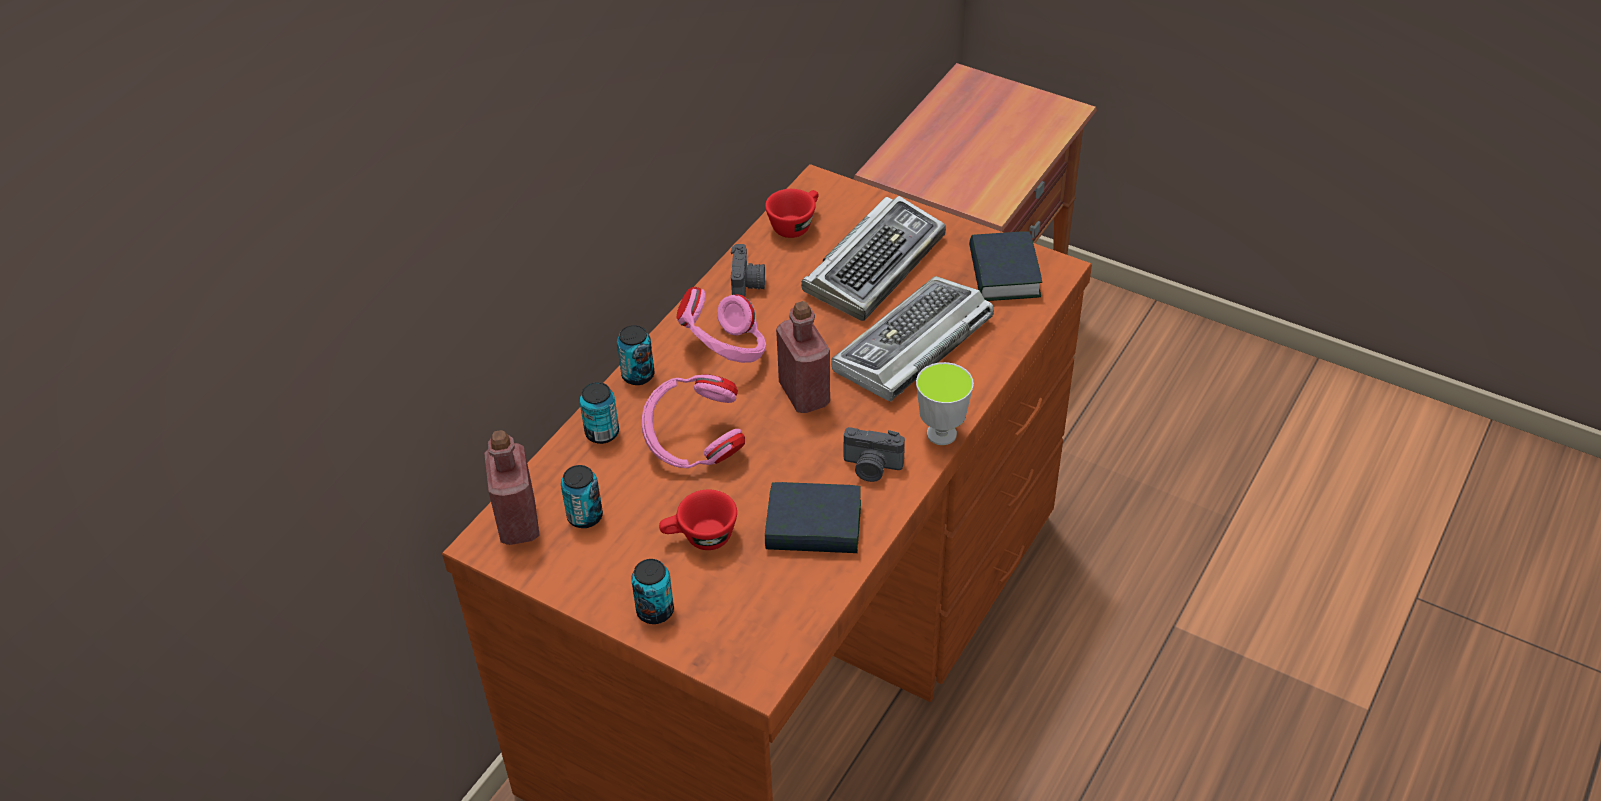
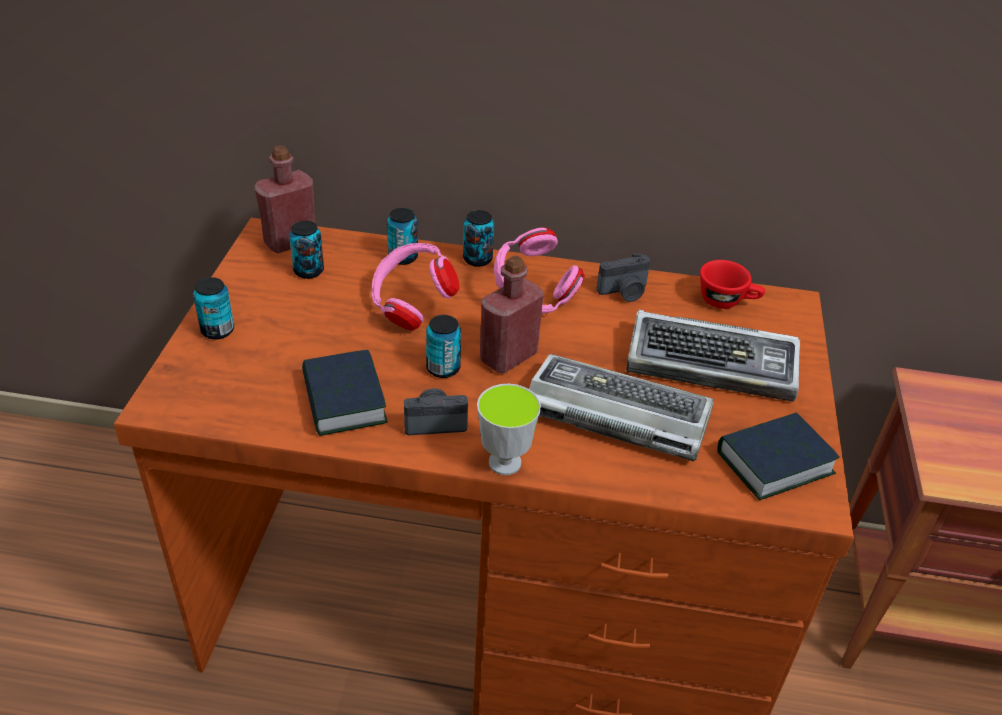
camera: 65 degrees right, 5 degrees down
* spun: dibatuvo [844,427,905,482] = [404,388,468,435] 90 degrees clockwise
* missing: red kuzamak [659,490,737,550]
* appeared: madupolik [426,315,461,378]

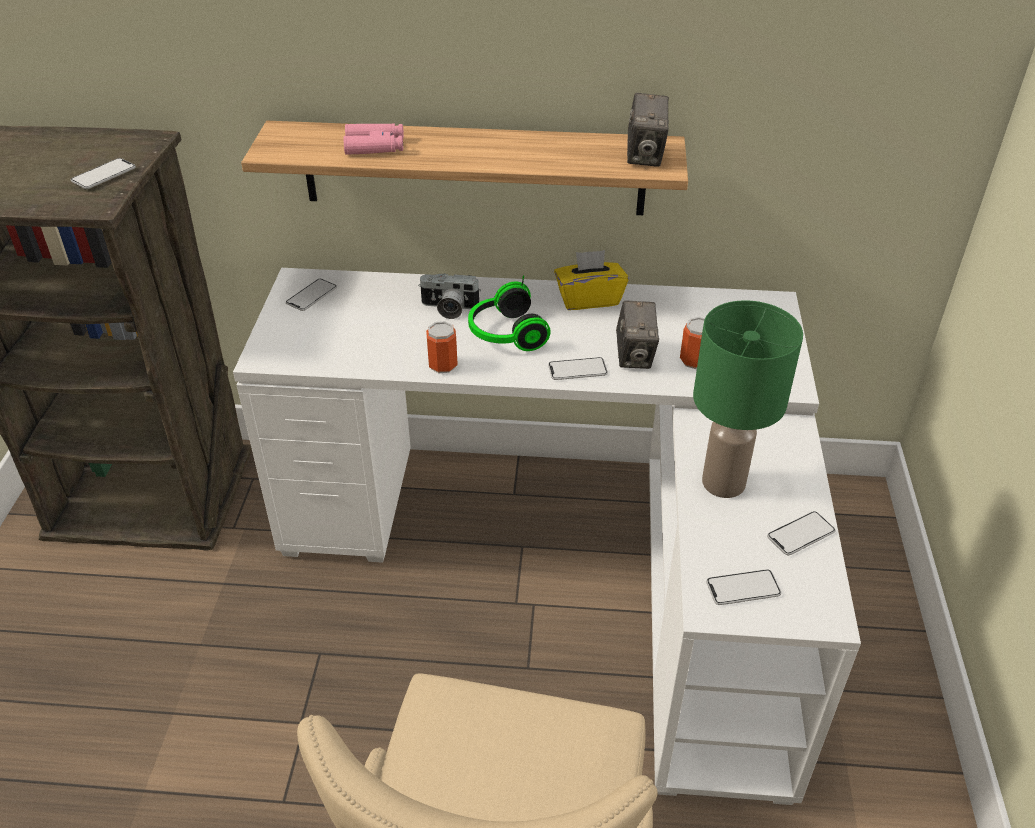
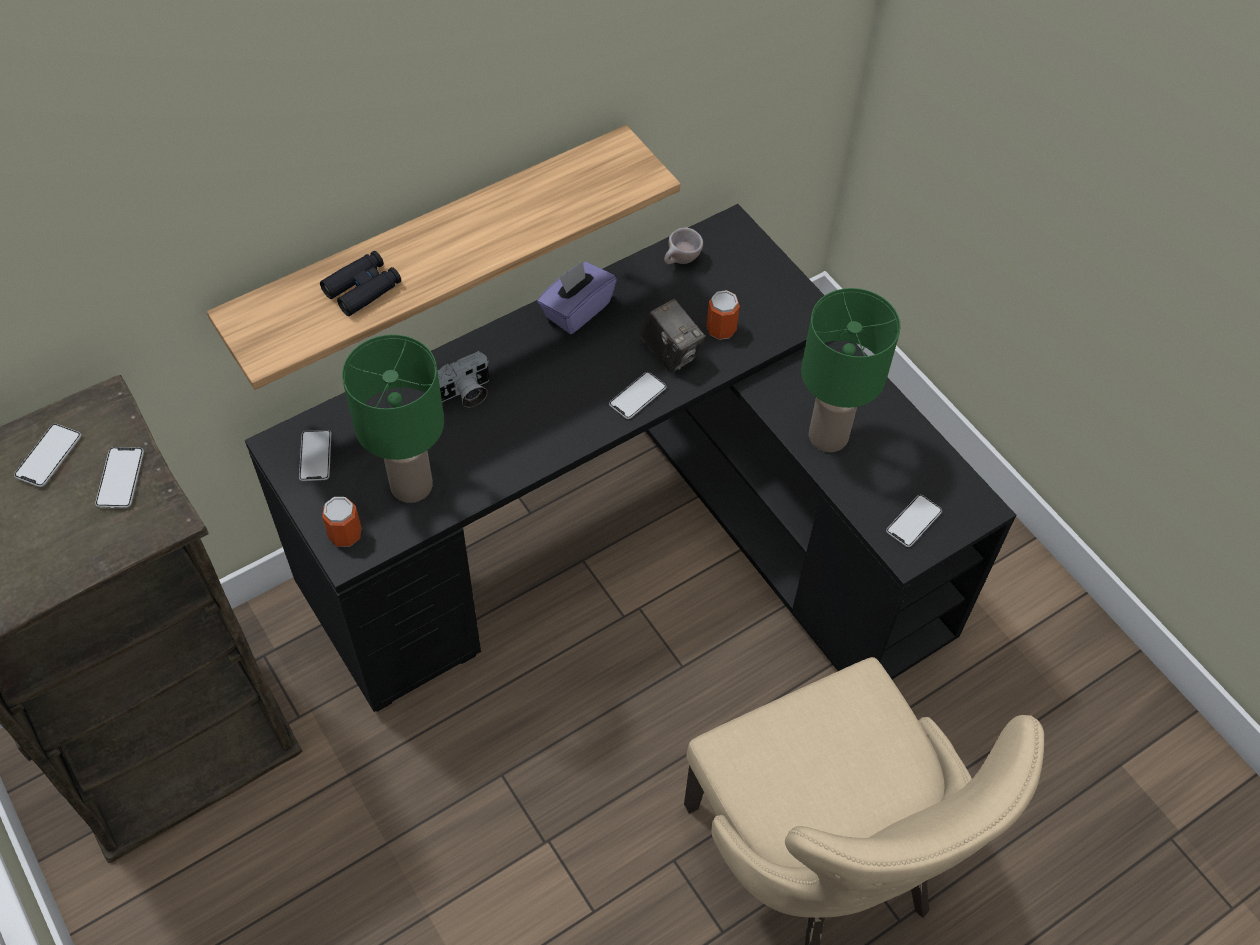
camera: 40 degrees left, 15 degrees up
* missing: dibatuvo [627,93,669,167]
* colour: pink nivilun [344,123,404,155] to black nivilun [320,251,401,316]
* colour: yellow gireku [554,250,629,310] to purple gireku [537,261,617,334]
* colour: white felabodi [233,268,861,805] to black felabodi [245,204,1016,712]
* missing: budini [468,275,551,351]
* relocated: madupolik [426,321,458,373] to [322,497,361,547]
* relocated: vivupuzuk [767,511,836,555] to [14,424,81,487]
* appeared: beige kuzamak [664,227,703,264]
* appeared: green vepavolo [342,335,444,503]

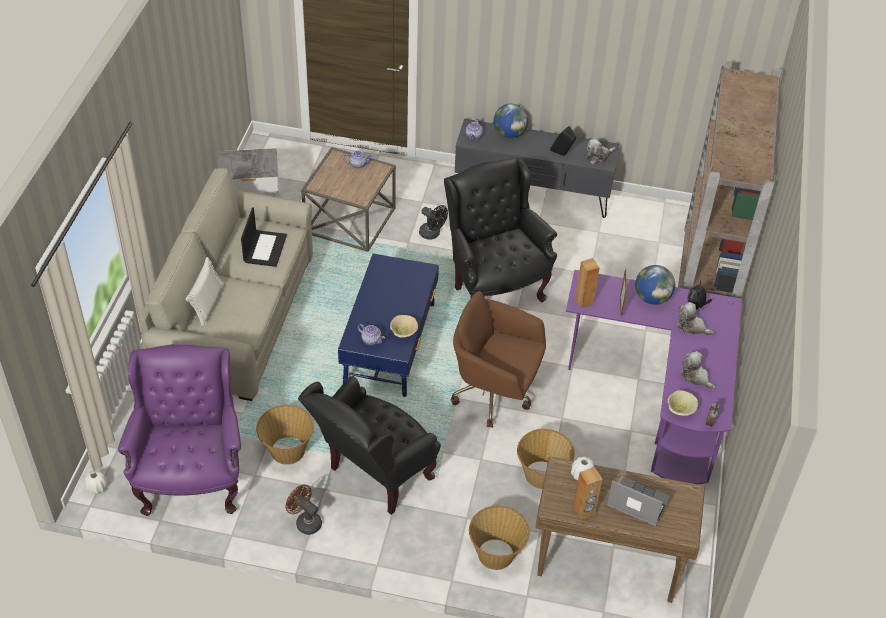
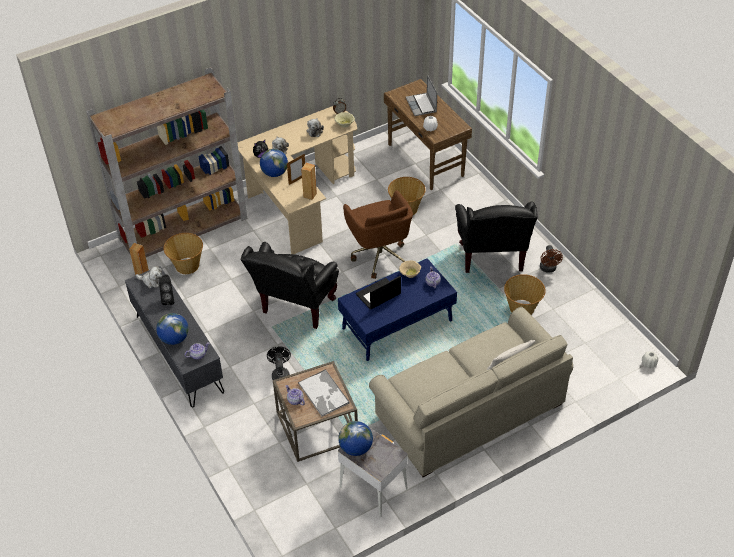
camera: 130 degrees left, 0 degrees up
* relocated: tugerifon [241,207,287,267] to [356,276,401,310]
* colour: purple felabodi [566,270,742,484] to beige felabodi [237,106,357,254]
* missing: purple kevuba [118,344,241,516]
* spun: black kevuba [298,376,441,515] = [455,202,538,273] 90 degrees clockwise
* relocated: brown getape [573,467,602,520] to [129,243,149,275]
* relocated: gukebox [469,506,529,570] to [164,233,203,274]
* appeared: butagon [298,369,350,417]
* appeared: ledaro [338,421,373,456]

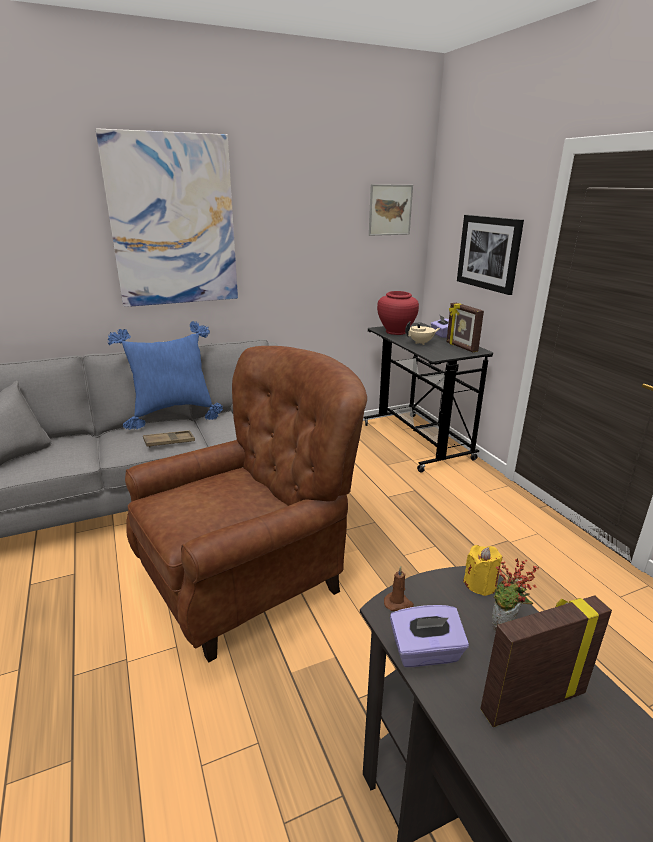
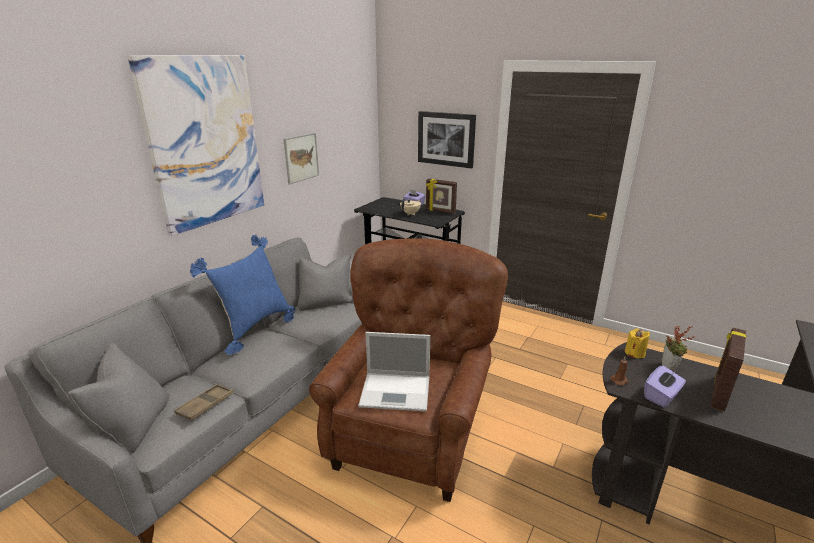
camera: 35 degrees left, 0 degrees up
* relocated: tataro [369,184,413,236] to [283,133,319,184]
* missing: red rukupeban [377,291,419,335]
* relocated: brown butagon [143,430,195,448] to [174,384,234,421]
* appeared: tugerifon [358,332,430,412]

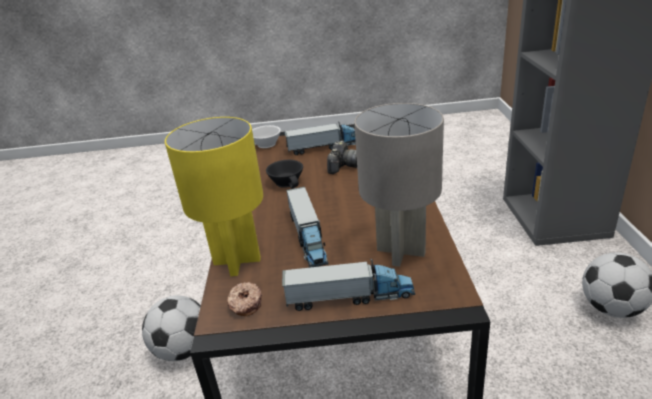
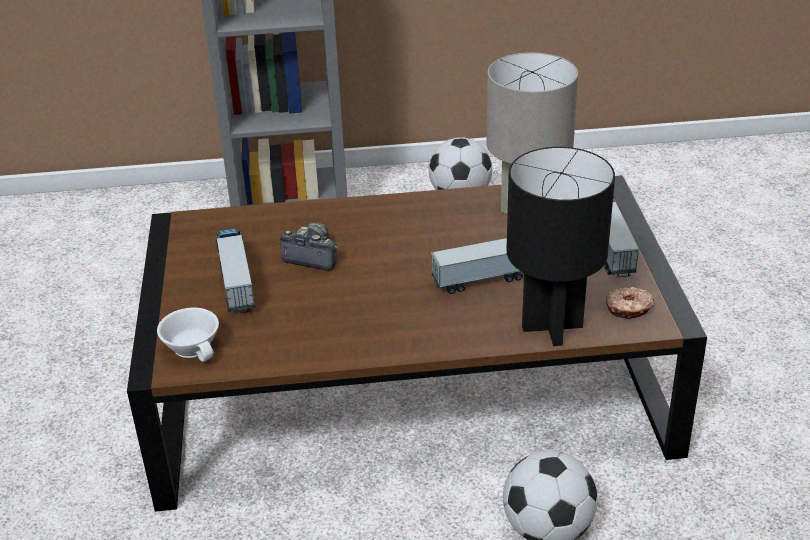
camera: 95 degrees left, 5 degrees up
* colour: yellow vepavolo [165,117,263,276] to black vepavolo [506,147,615,346]
* missing: black kuzamak [266,160,303,188]

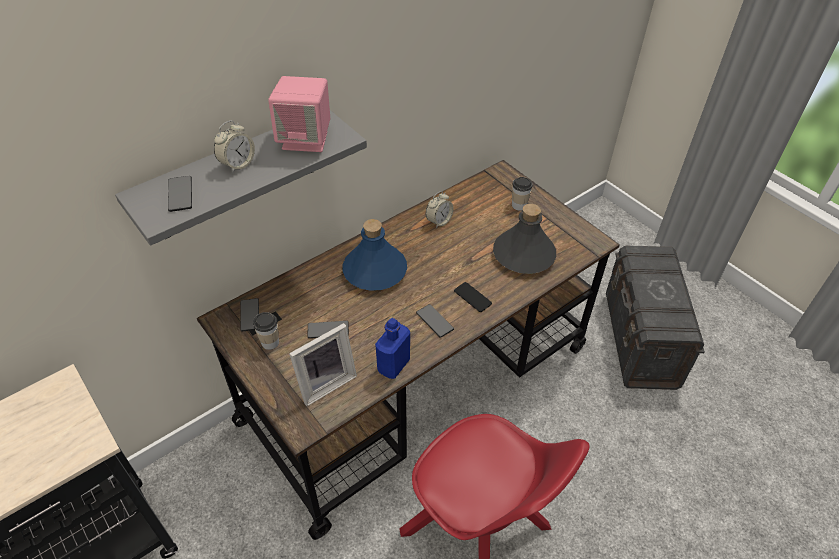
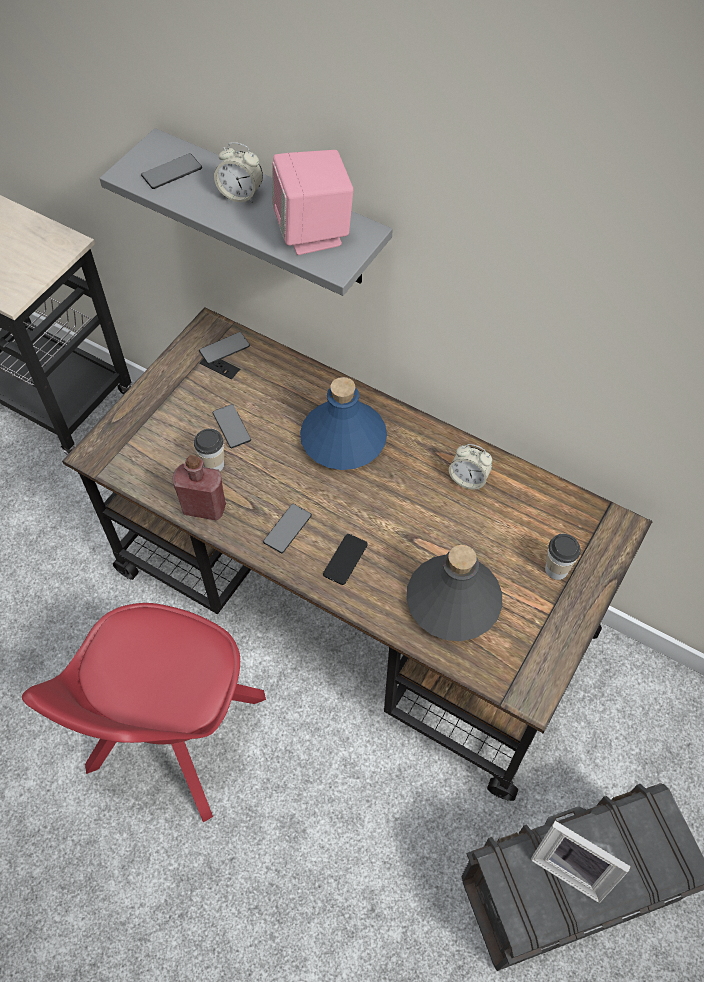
camera: 70 degrees right, 10 degrees up
* relocated: kuzamak [253,312,279,350] to [194,429,224,472]
* colour: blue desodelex [375,318,410,379] to red desodelex [172,455,226,521]
* relocated: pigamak [289,323,357,406] to [531,821,631,903]

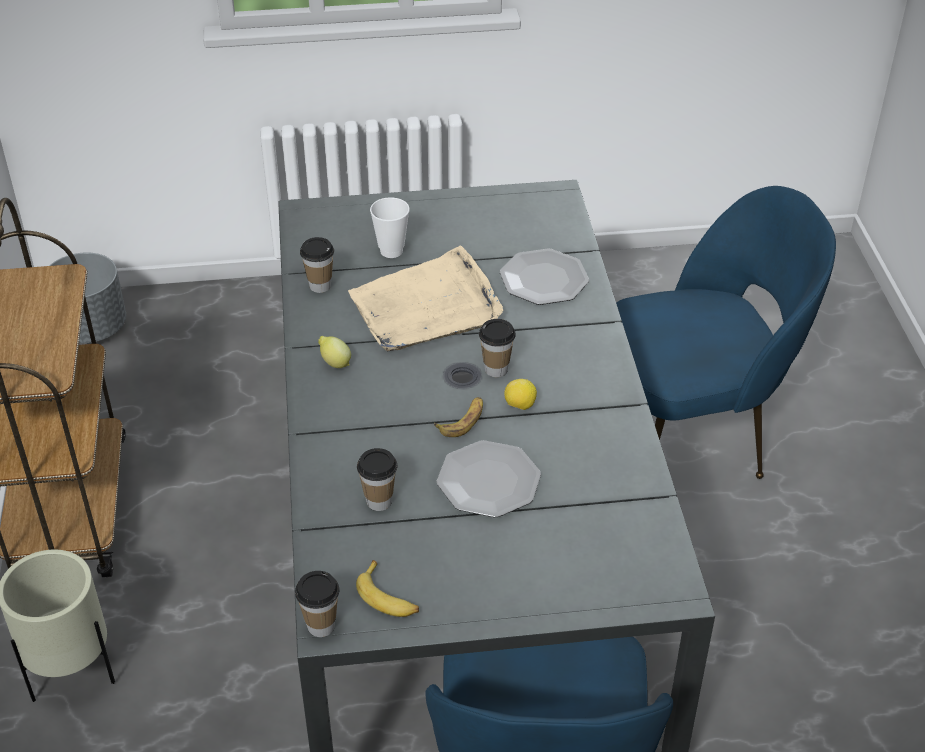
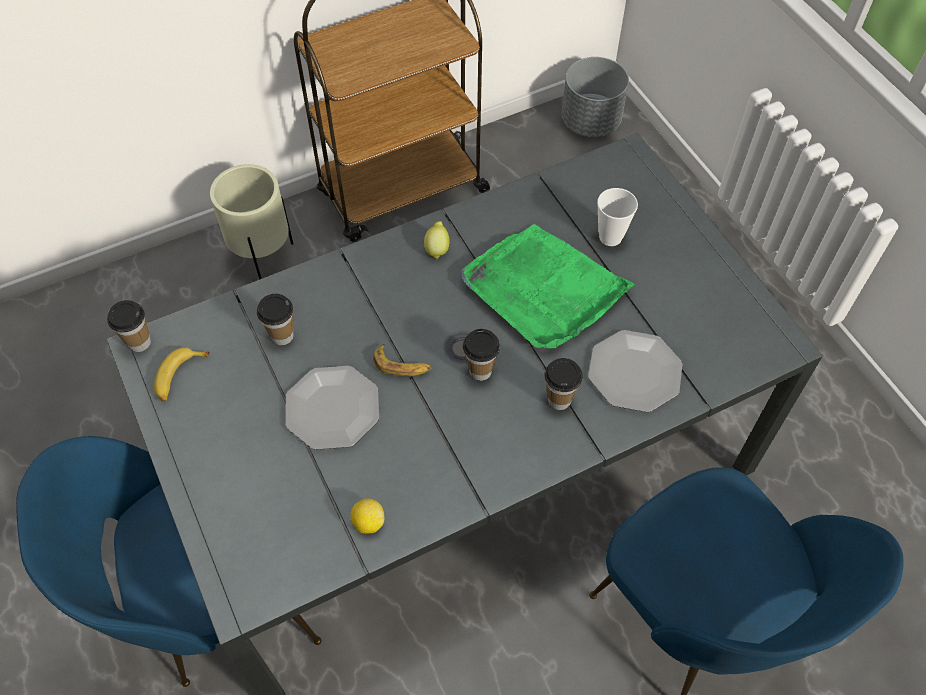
camera: 70 degrees right, 15 degrees up
* relocated: kuzamak [300,237,334,293] to [544,358,583,410]
* colour: beige butagon [348,246,504,352] to green butagon [462,224,635,349]
* relocated: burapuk [504,379,537,410] to [350,498,384,533]

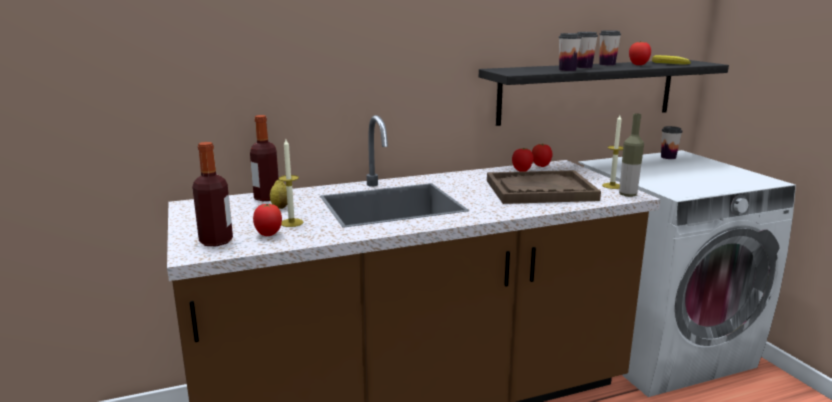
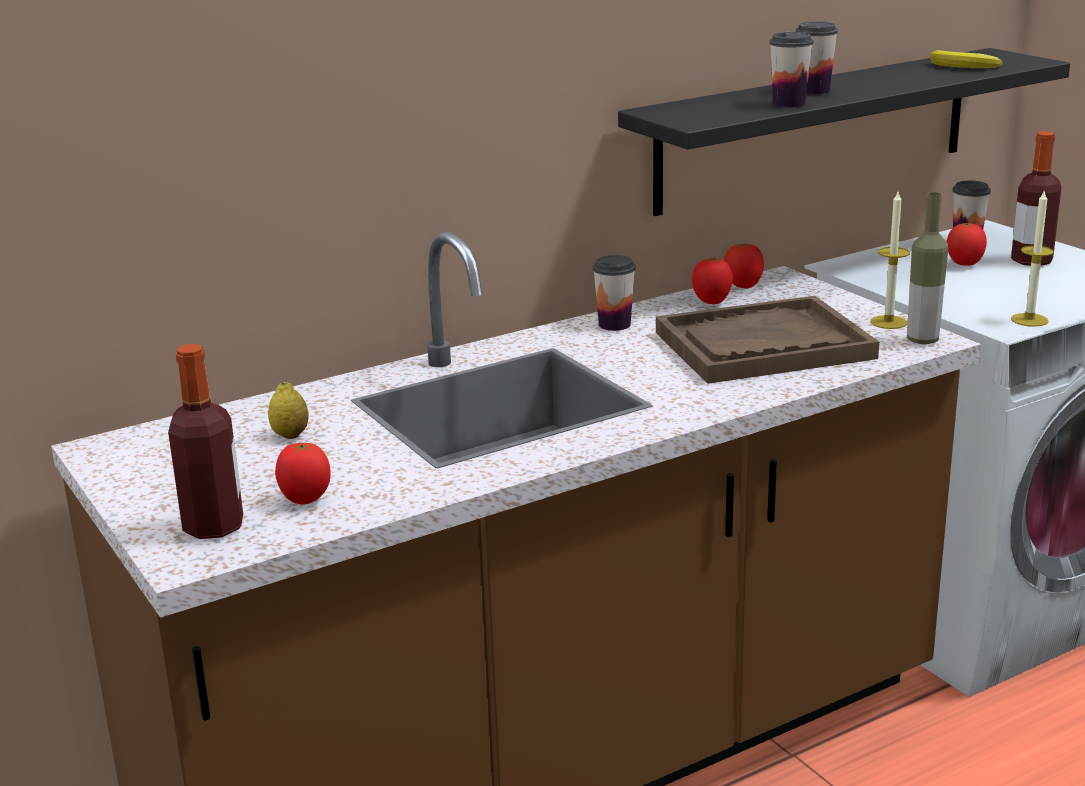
camera: 10 degrees left, 5 degrees up
* relocated: kuzamak [599,30,621,66] to [593,255,636,331]
* relocated: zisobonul [629,41,651,65] to [947,223,987,265]
* relocated: desodelex [250,115,279,201] to [1011,131,1062,266]
* relocated: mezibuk [278,139,303,227] to [1011,189,1054,327]

